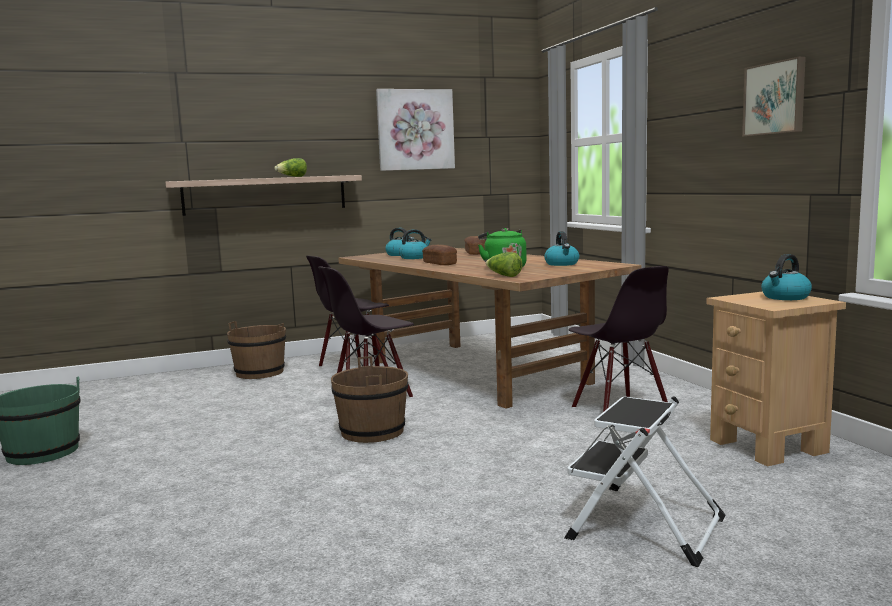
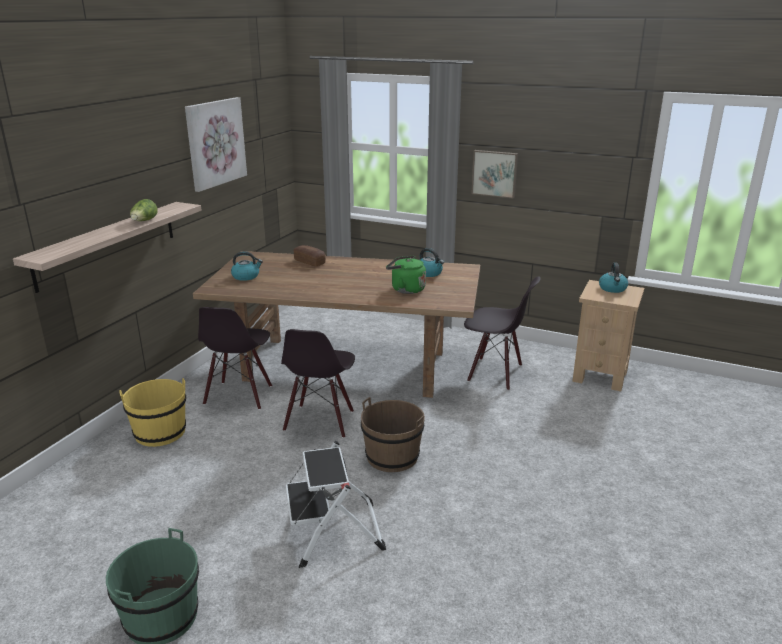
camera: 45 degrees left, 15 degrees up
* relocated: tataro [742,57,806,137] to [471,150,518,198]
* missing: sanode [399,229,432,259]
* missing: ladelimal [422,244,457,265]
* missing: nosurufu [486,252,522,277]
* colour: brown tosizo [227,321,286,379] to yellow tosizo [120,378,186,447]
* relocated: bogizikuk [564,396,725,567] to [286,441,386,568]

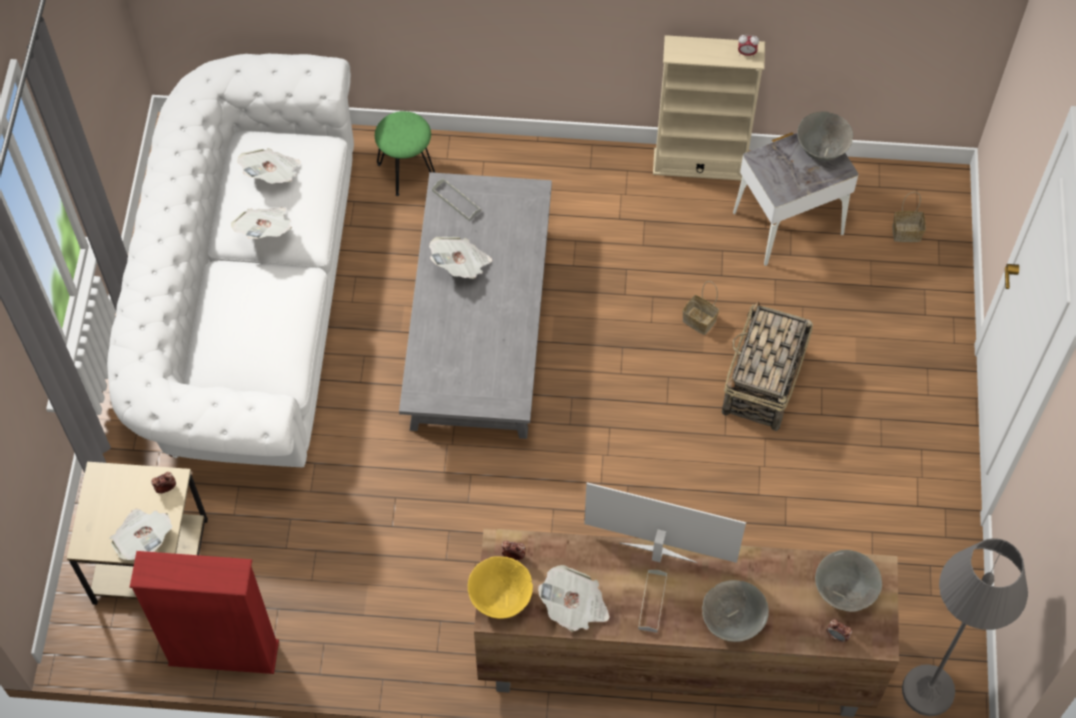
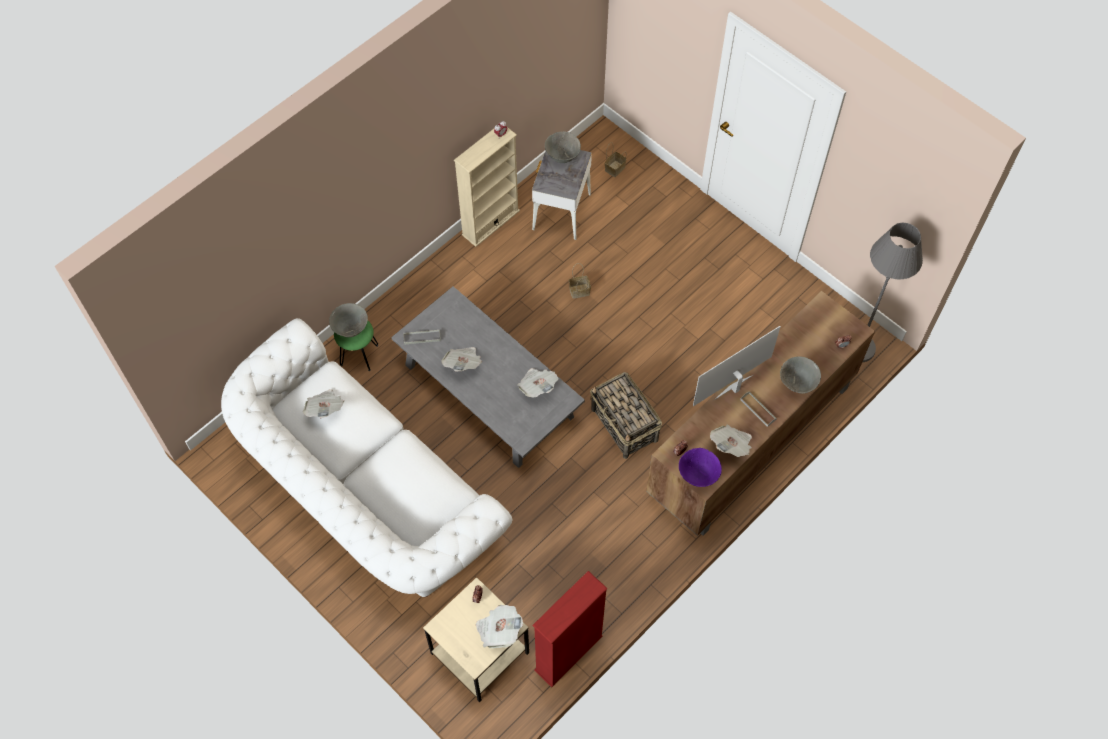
camera: 50 degrees left, 0 degrees up
* relocated: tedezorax [231,207,292,239] to [517,368,559,397]
* relocated: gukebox [722,302,813,431] to [590,372,662,459]
* relocated: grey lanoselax [815,550,882,612] to [329,303,368,337]
* colour: yellow lanoselax [468,556,533,619] to purple lanoselax [679,448,722,487]

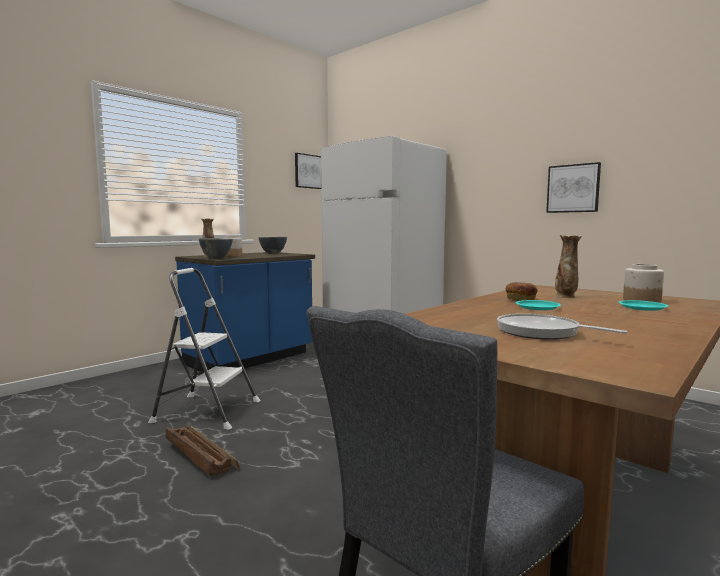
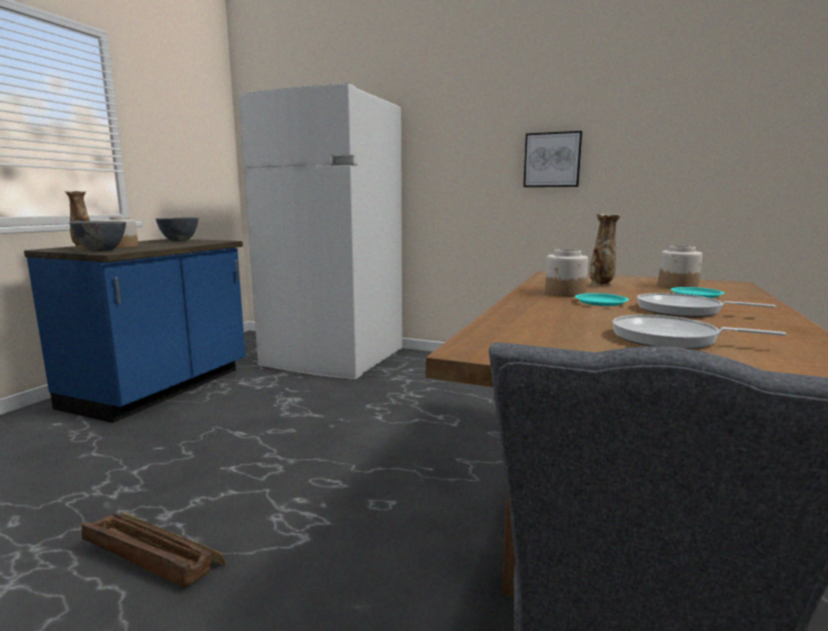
camera: 20 degrees left, 5 degrees up
* missing: tataro [295,153,321,189]
* missing: white bogizikuk [148,268,261,430]
* exchanged: ladelimal [506,282,538,301] to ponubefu [545,249,588,297]
* appeared: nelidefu [637,293,776,317]

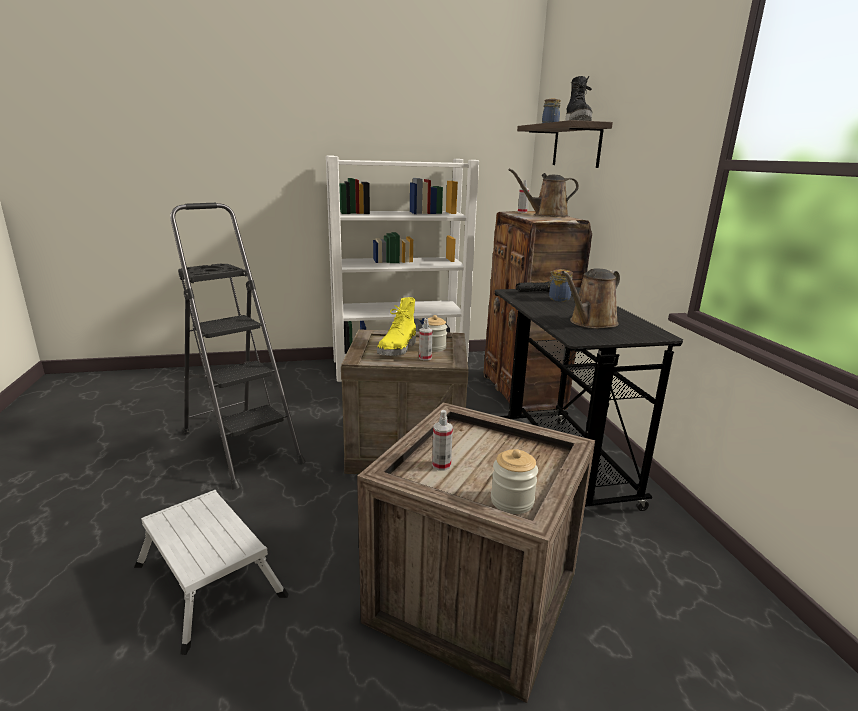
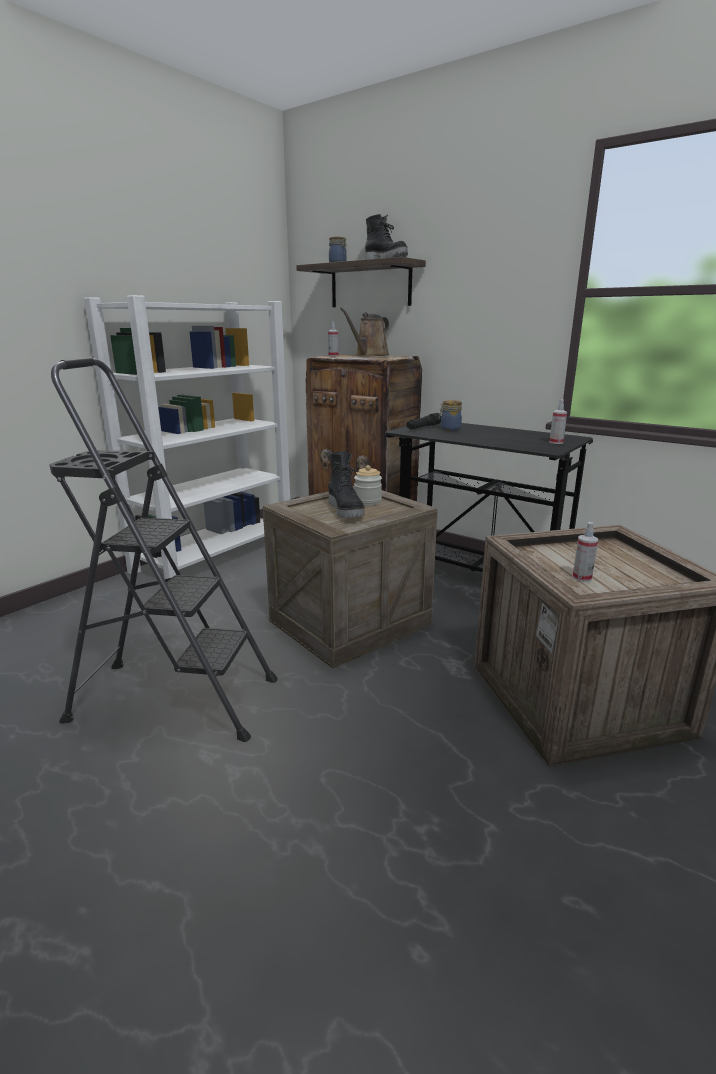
camera: 40 degrees left, 0 degrees up
* missing: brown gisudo [561,268,620,329]
* colour: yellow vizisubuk [377,297,416,356] to black vizisubuk [328,451,365,518]
* relocated: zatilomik [419,318,433,360] to [550,399,567,444]
* missing: ponubefu [491,449,538,514]
* missing: white bogizikuk [134,490,289,655]

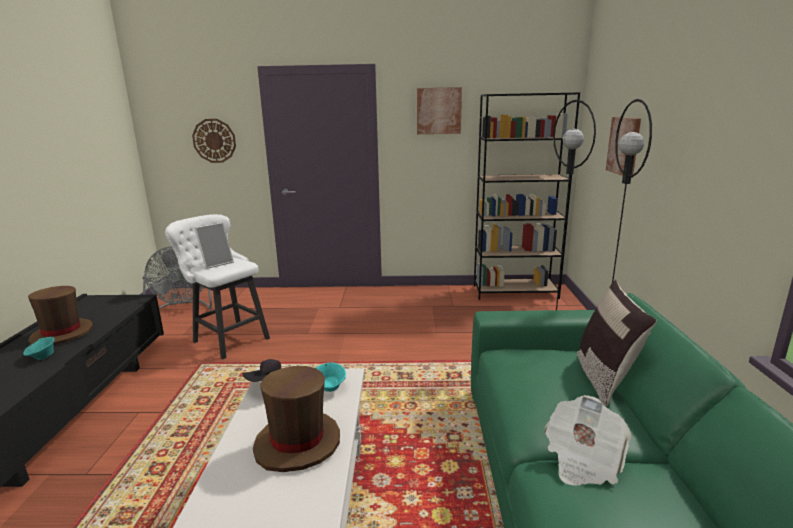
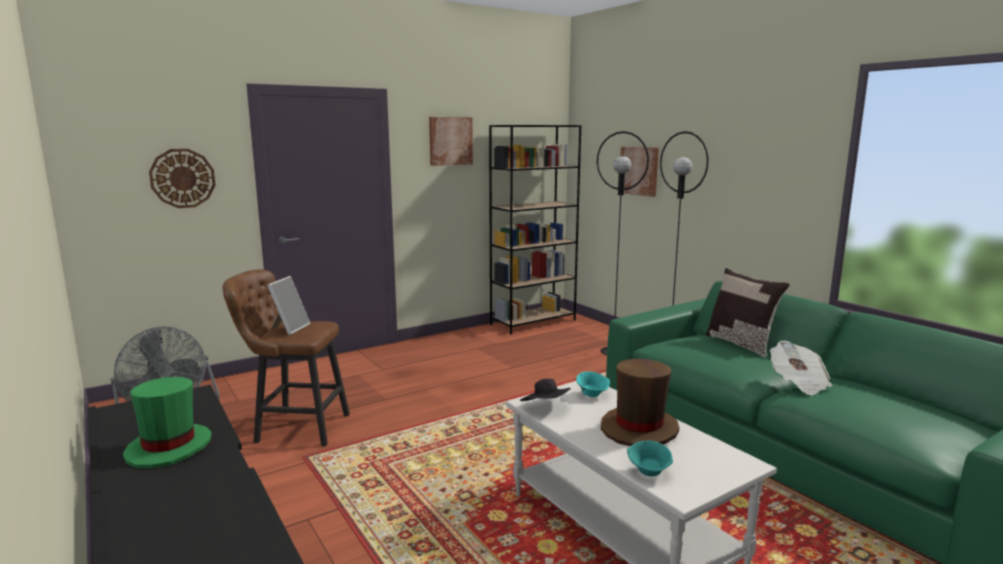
camera: 35 degrees left, 5 degrees down
* colour: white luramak [165,214,270,359] to brown luramak [222,269,350,446]
* colour: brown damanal [28,286,93,345] to green damanal [123,377,212,468]
* relocated: turquoise lanoselax [23,337,55,360] to [627,440,673,477]

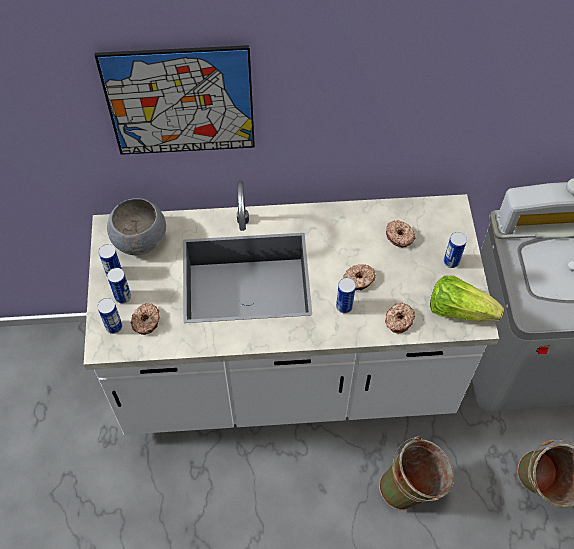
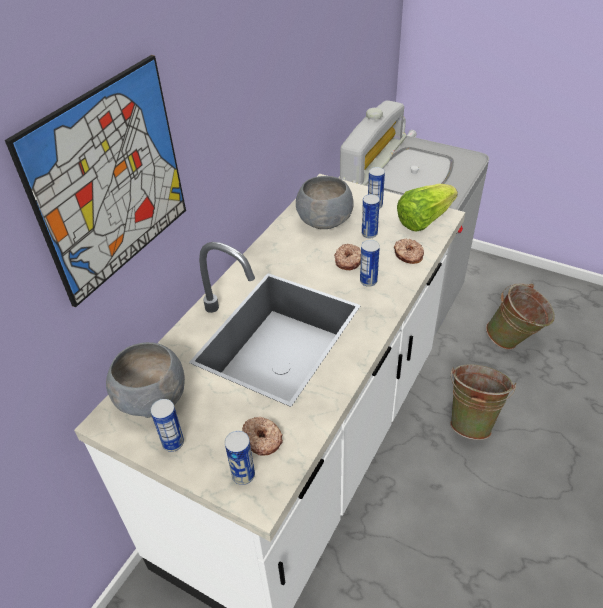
camera: 55 degrees left, 15 degrees down
* exchanged: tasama [386,220,416,247] to grey lanoselax [296,176,354,229]
* relocated: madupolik [107,268,131,304] to [362,194,380,238]

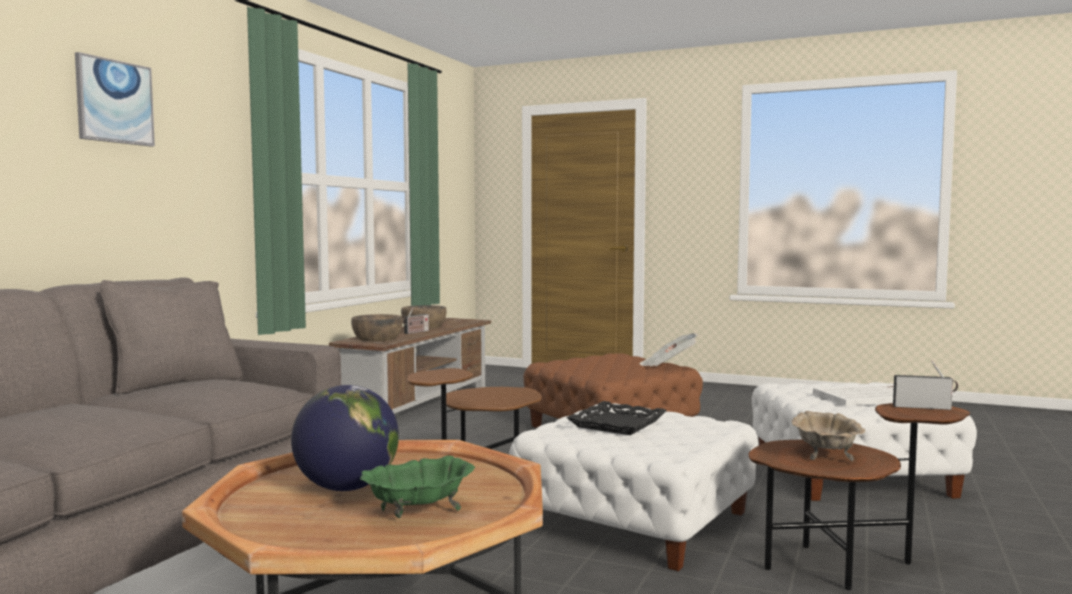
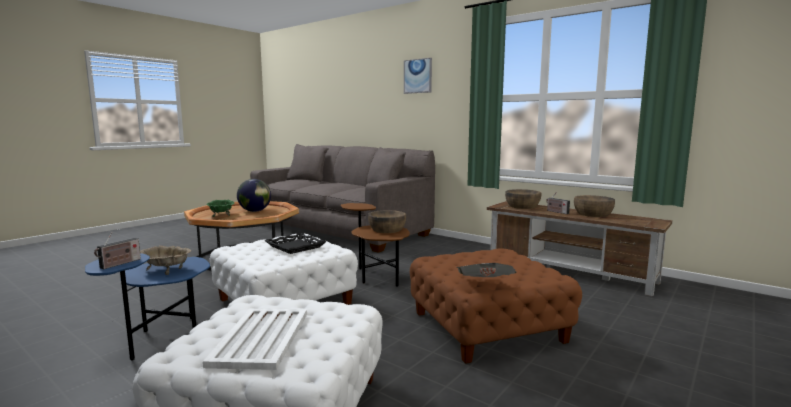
camera: 105 degrees right, 5 degrees up
* colour: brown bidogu [749,403,970,590] to blue bidogu [85,253,210,360]
* appeared: brown lanoselax [368,210,406,233]

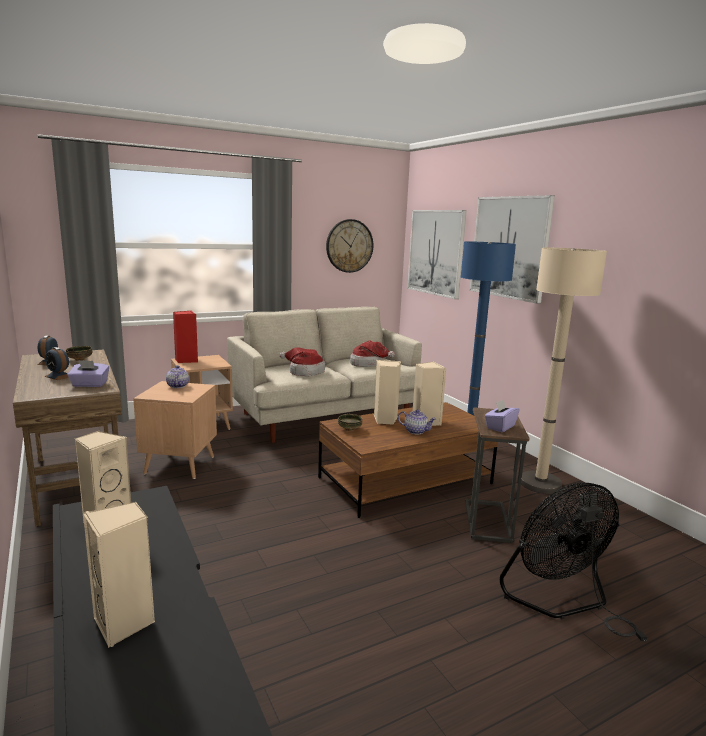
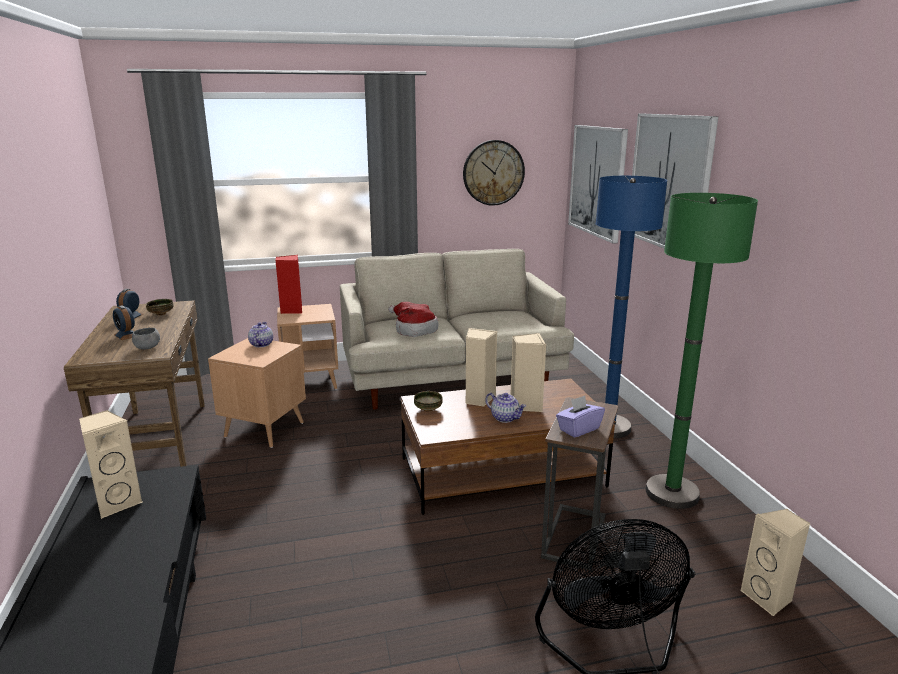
camera: 15 degrees right, 5 degrees up
* colour: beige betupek [521,248,607,494] to green betupek [646,193,758,509]
* missing: damanal [350,341,395,367]
* exchanged: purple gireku [67,360,109,387] to grey lanoselax [132,328,160,350]
* relocated: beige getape [83,502,155,648] to [740,509,810,616]

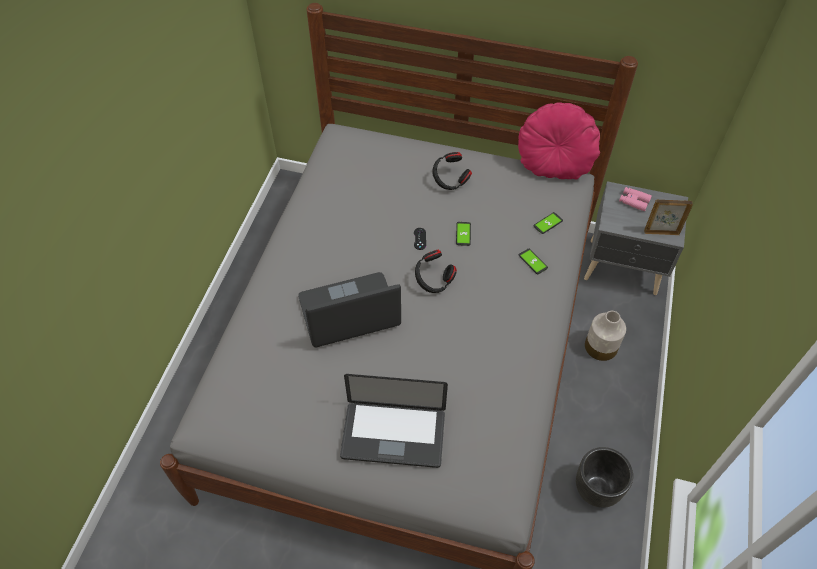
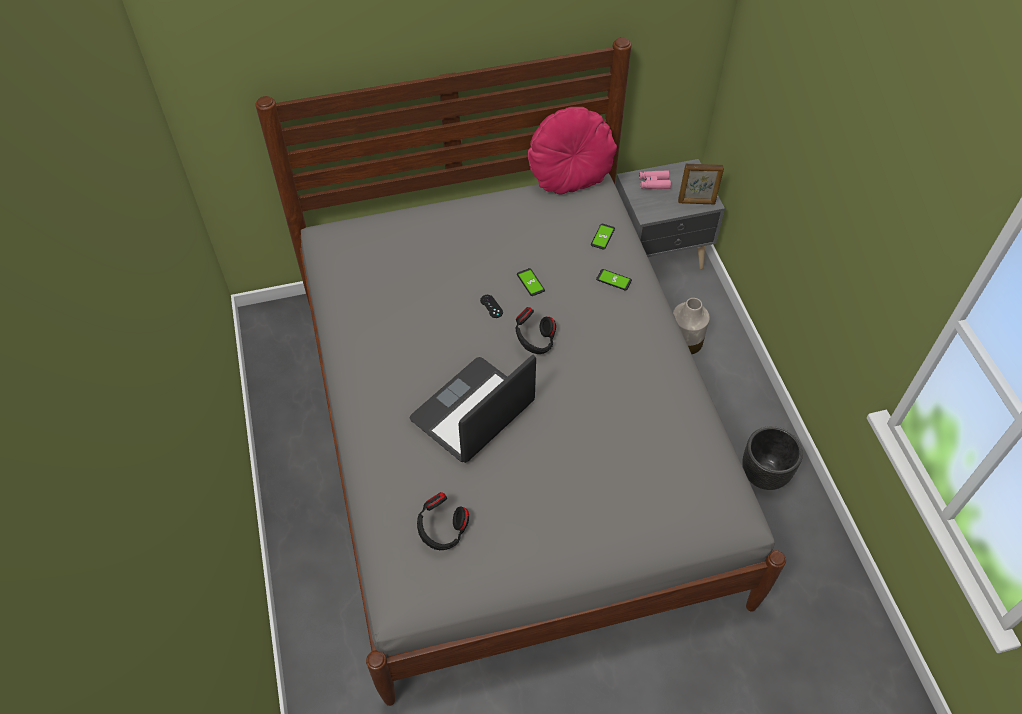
camera: 30 degrees left, 0 degrees up
* relocated: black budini [432,152,472,190] to [417,492,469,550]
* spun: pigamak [644,200,693,235] = [678,164,724,204] 150 degrees counterclockwise
* missing: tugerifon [340,374,448,468]

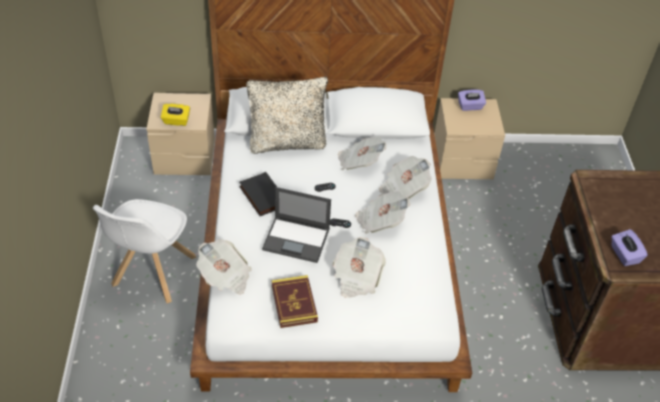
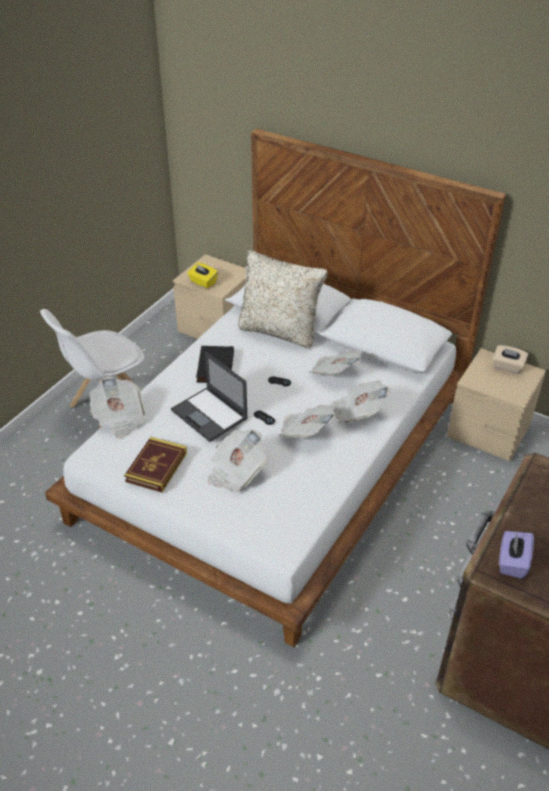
camera: 35 degrees right, 5 degrees down
* colour: purple gireku [458,90,486,111] to beige gireku [493,345,528,374]

